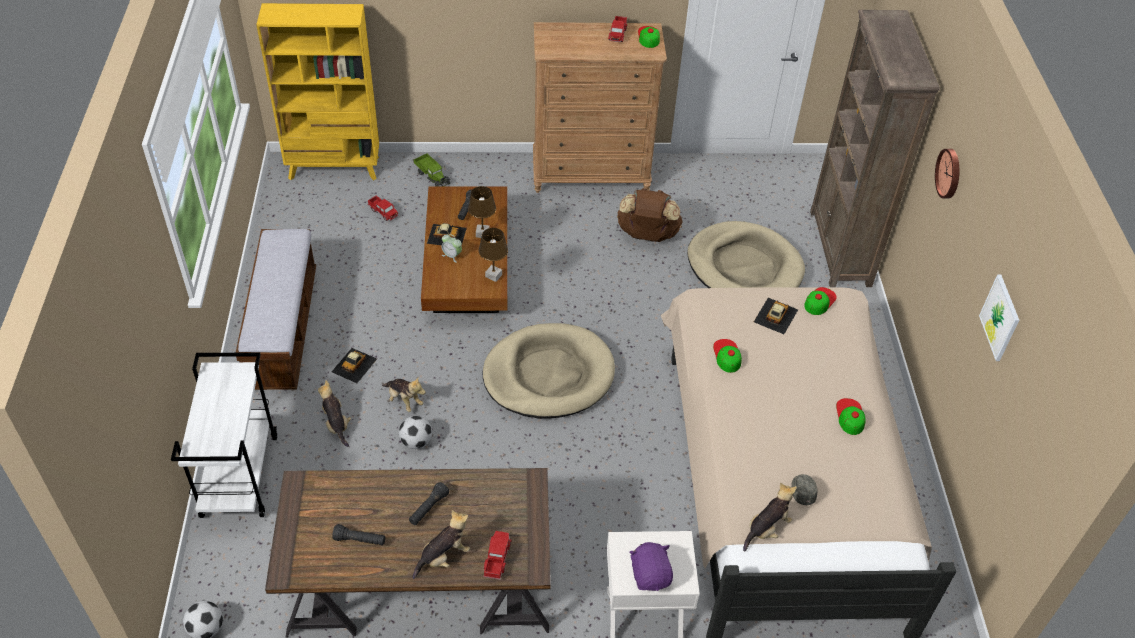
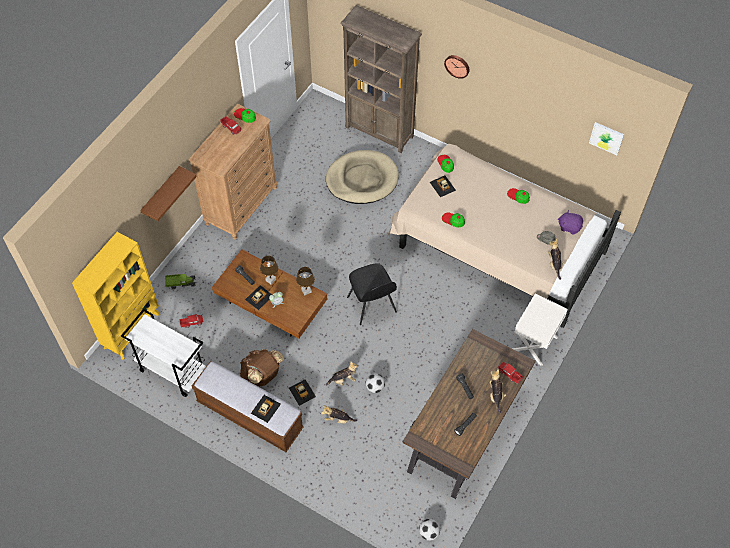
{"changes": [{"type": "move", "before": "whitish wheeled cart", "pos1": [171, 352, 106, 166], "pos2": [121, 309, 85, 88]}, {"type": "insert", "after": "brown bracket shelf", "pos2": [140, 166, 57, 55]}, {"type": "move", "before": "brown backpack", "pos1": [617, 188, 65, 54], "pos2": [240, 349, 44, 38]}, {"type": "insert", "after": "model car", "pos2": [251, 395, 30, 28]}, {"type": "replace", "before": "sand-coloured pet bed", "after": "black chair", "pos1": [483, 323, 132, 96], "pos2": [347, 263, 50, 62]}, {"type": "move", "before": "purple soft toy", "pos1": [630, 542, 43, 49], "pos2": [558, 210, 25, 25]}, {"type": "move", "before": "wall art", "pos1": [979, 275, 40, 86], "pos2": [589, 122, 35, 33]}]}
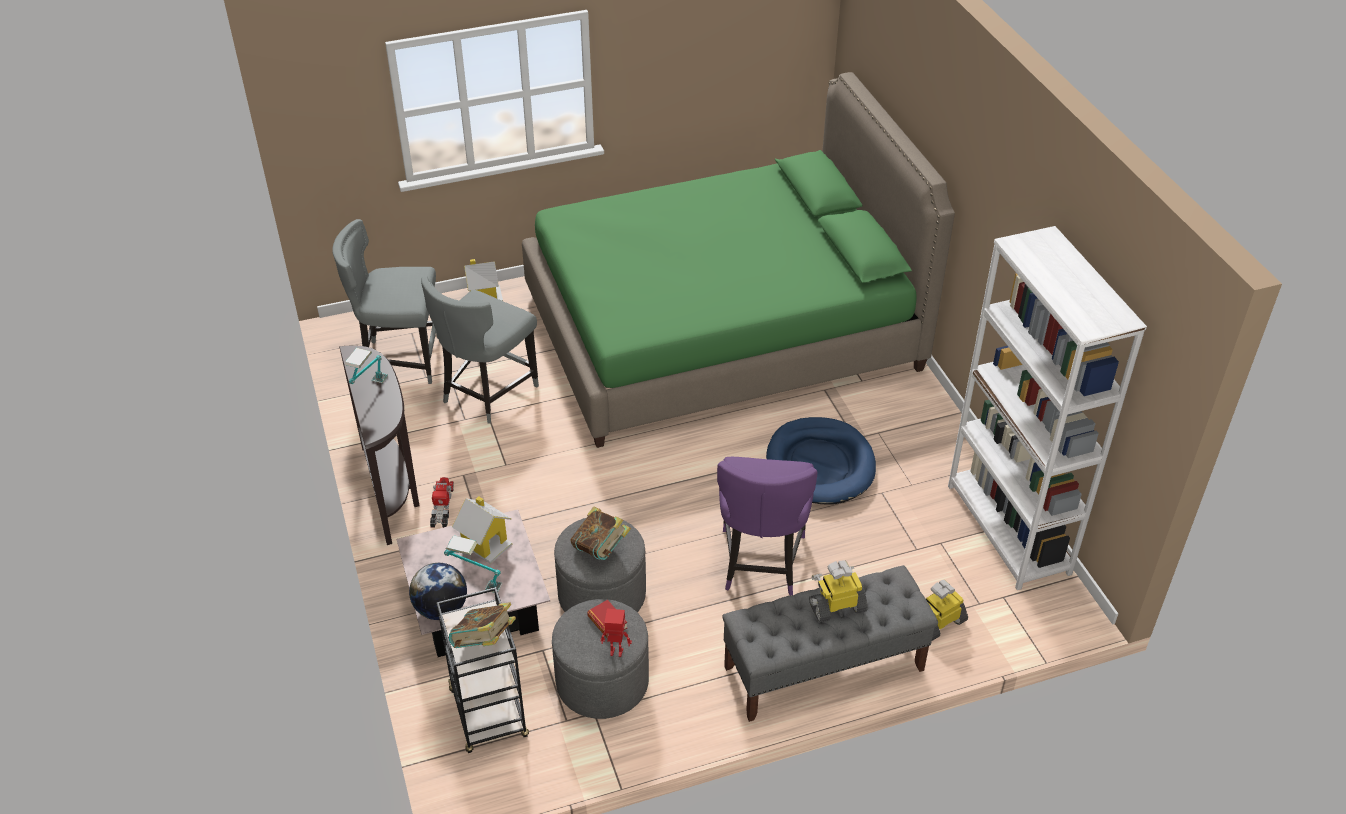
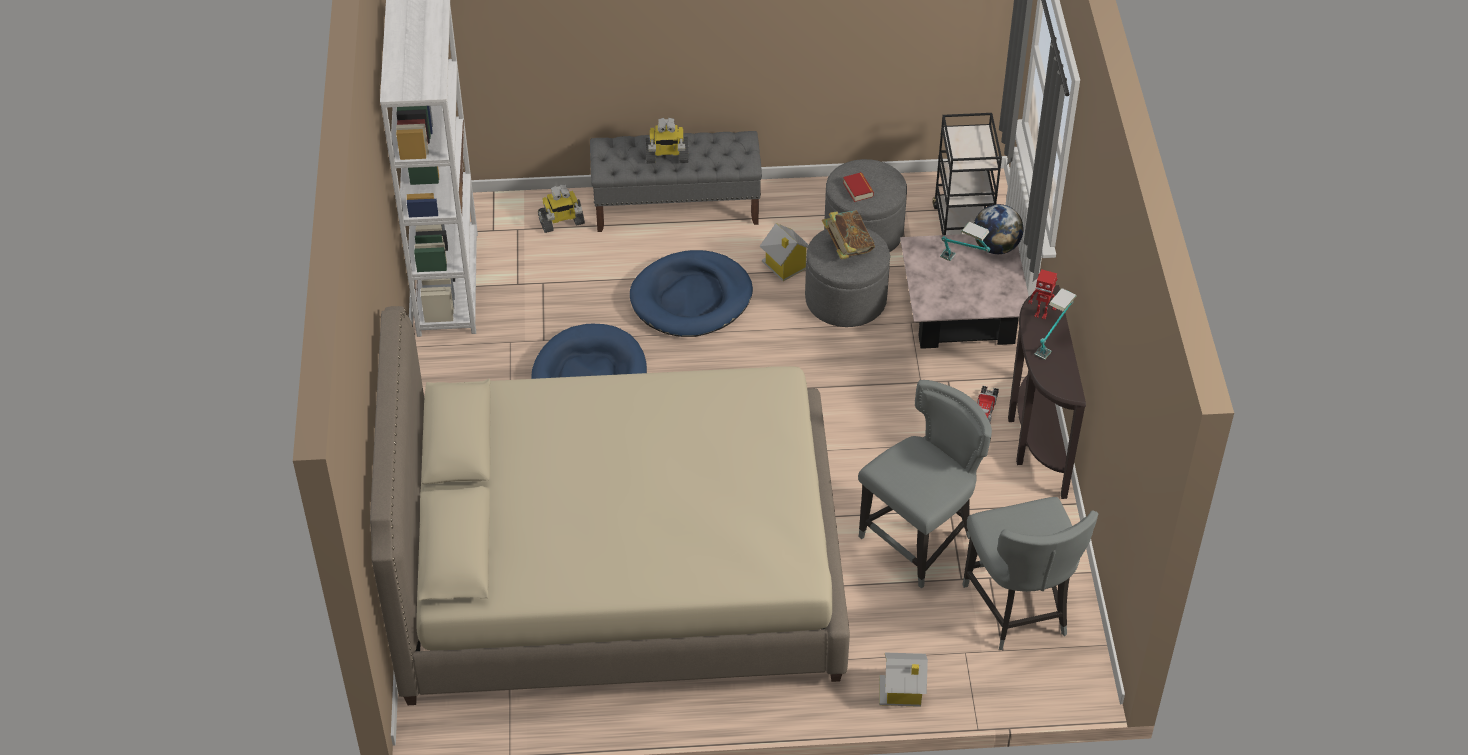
{"changes": [{"type": "recolor", "before": "greenish bed", "after": "sand-coloured bed", "pos1": [522, 72, 433, 376], "pos2": [370, 306, 480, 399]}, {"type": "replace", "before": "purple chair", "after": "blue-coloured pet bed", "pos1": [717, 457, 100, 139], "pos2": [630, 250, 123, 87]}, {"type": "move", "before": "toy house", "pos1": [452, 496, 60, 68], "pos2": [760, 223, 49, 58]}, {"type": "rotate", "before": "gray chair", "pos1": [332, 219, 106, 165], "pos2": [962, 497, 136, 153], "turn": 60}, {"type": "move", "before": "robot figure", "pos1": [601, 609, 31, 48], "pos2": [1028, 269, 29, 51]}, {"type": "delete", "before": "book", "pos1": [449, 602, 67, 46]}]}
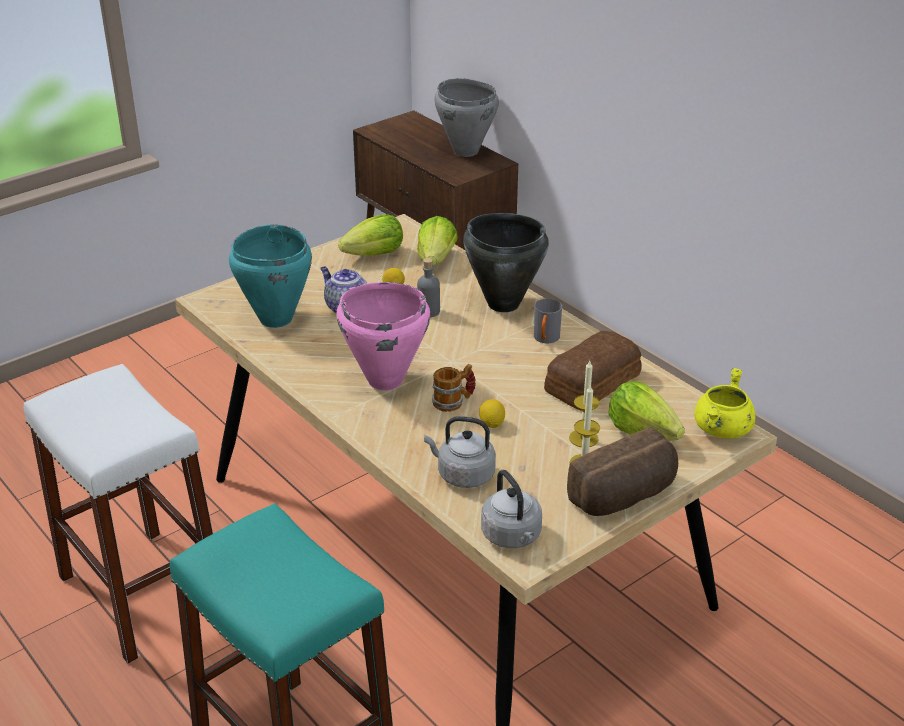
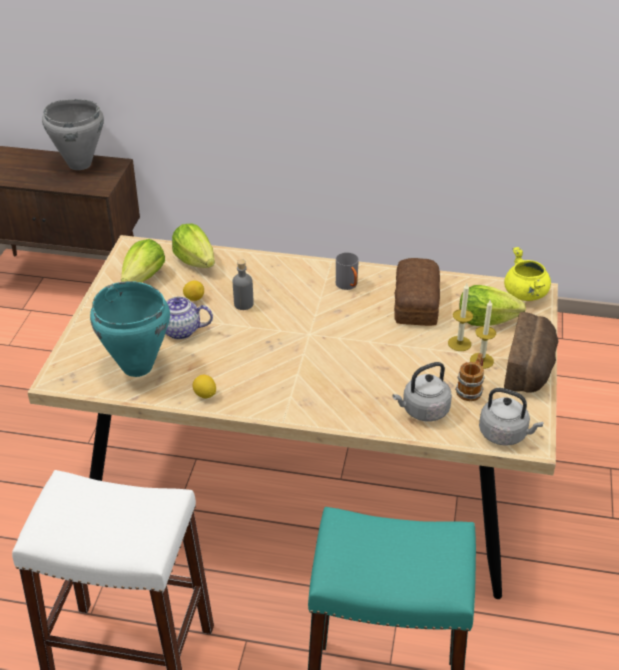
{"changes": [{"type": "move", "before": "lemon", "pos1": [479, 399, 26, 29], "pos2": [193, 375, 23, 23]}, {"type": "move", "before": "mug", "pos1": [432, 364, 44, 48], "pos2": [455, 353, 30, 48]}, {"type": "delete", "before": "pink stockpot", "pos1": [336, 282, 95, 108]}, {"type": "delete", "before": "black stockpot", "pos1": [463, 213, 86, 99]}]}
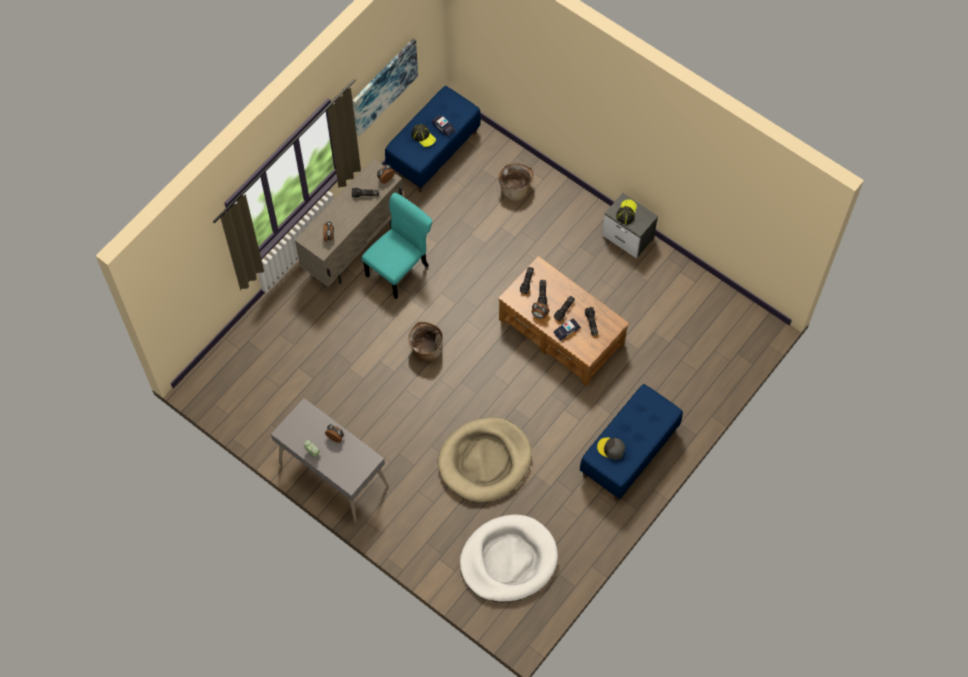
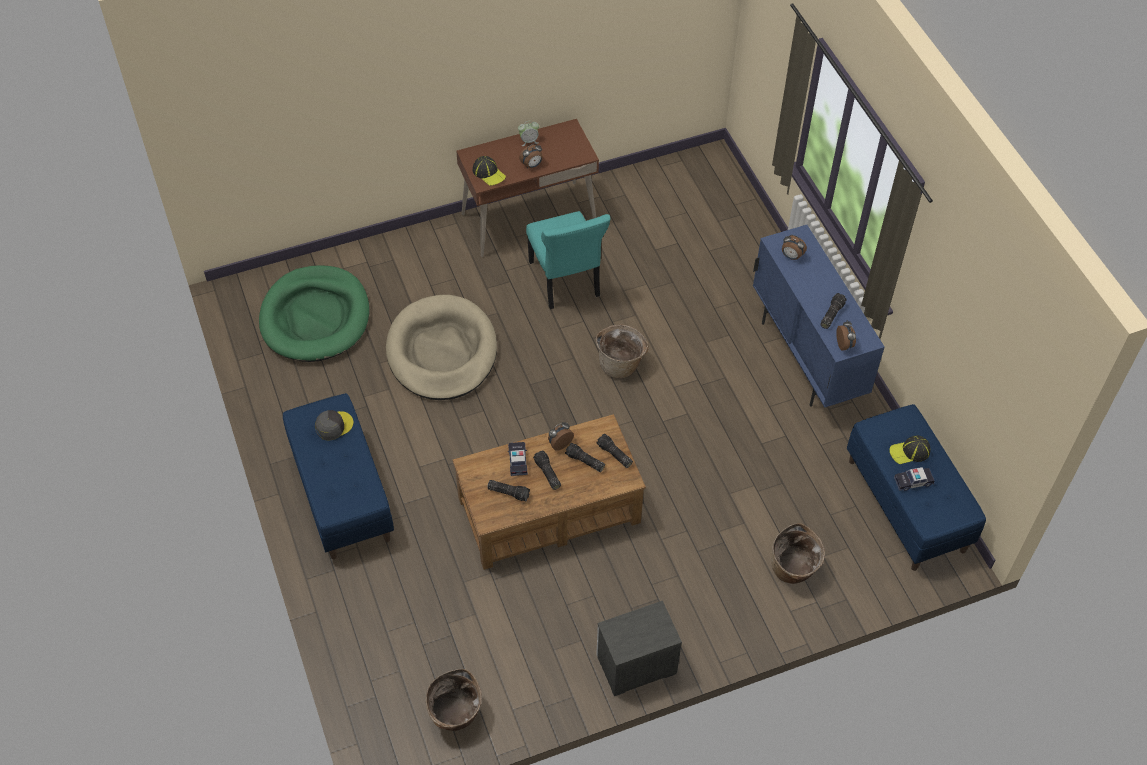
{"changes": [{"type": "recolor", "before": "whitish pet bed", "after": "greenish pet bed", "pos1": [460, 515, 98, 87], "pos2": [259, 265, 110, 97]}, {"type": "insert", "after": "storage basket", "pos2": [426, 669, 56, 62]}, {"type": "recolor", "before": "gray desk table", "after": "brown desk table", "pos1": [271, 398, 117, 125], "pos2": [456, 119, 143, 138]}, {"type": "move", "before": "peaked cap", "pos1": [616, 199, 21, 25], "pos2": [473, 156, 33, 30]}, {"type": "move", "before": "blue-green chair", "pos1": [362, 193, 70, 106], "pos2": [526, 211, 84, 98]}, {"type": "recolor", "before": "sand-coloured cupboard", "after": "blue-coloured cupboard", "pos1": [295, 158, 108, 128], "pos2": [753, 225, 132, 183]}, {"type": "delete", "before": "wall art", "pos1": [352, 39, 66, 98]}]}
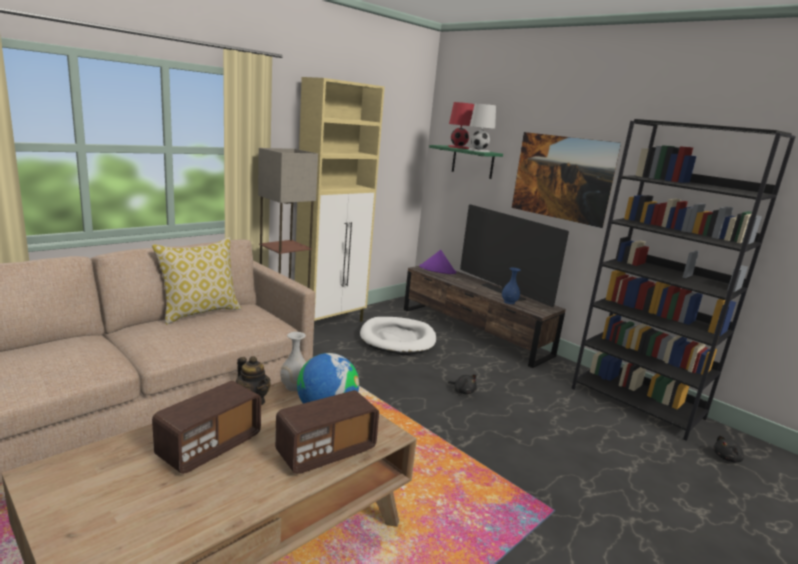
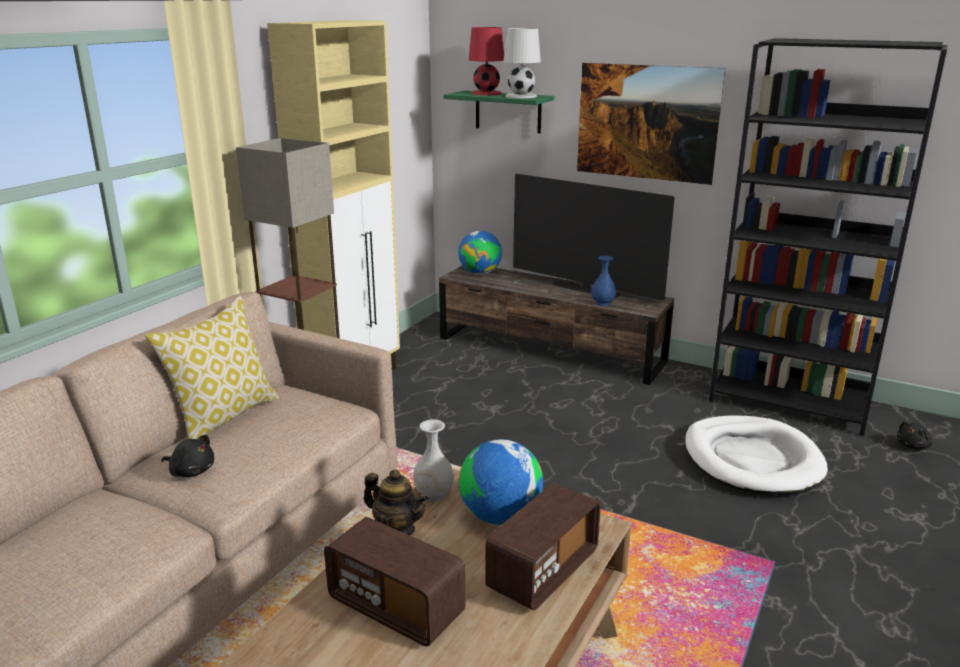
{"changes": [{"type": "move", "before": "black soft toy", "pos1": [448, 374, 29, 20], "pos2": [162, 435, 52, 42]}, {"type": "rotate", "before": "radio receiver", "pos1": [152, 381, 109, 93], "pos2": [324, 517, 141, 130], "turn": 105}, {"type": "replace", "before": "purple wearable hat", "after": "world globe", "pos1": [419, 250, 37, 24], "pos2": [458, 231, 44, 44]}, {"type": "move", "before": "whitish pet bed", "pos1": [360, 317, 76, 38], "pos2": [685, 415, 143, 80]}]}
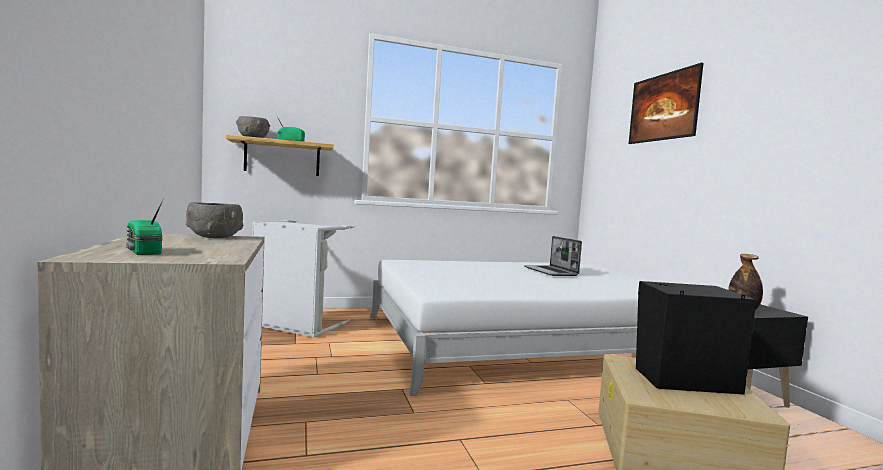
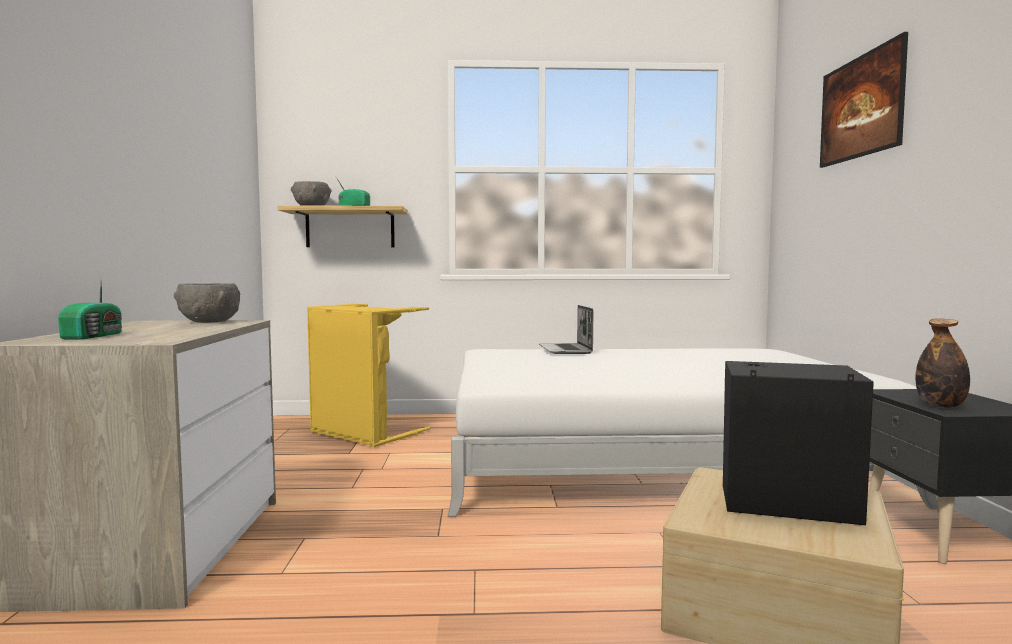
{"changes": [{"type": "rotate", "before": "radio receiver", "pos1": [126, 198, 38, 57], "pos2": [58, 276, 64, 64], "turn": -150}, {"type": "recolor", "before": "gray hamper", "after": "yellow hamper", "pos1": [252, 220, 102, 118], "pos2": [307, 304, 124, 143]}, {"type": "move", "before": "portable computer", "pos1": [524, 236, 58, 40], "pos2": [539, 305, 54, 49]}]}
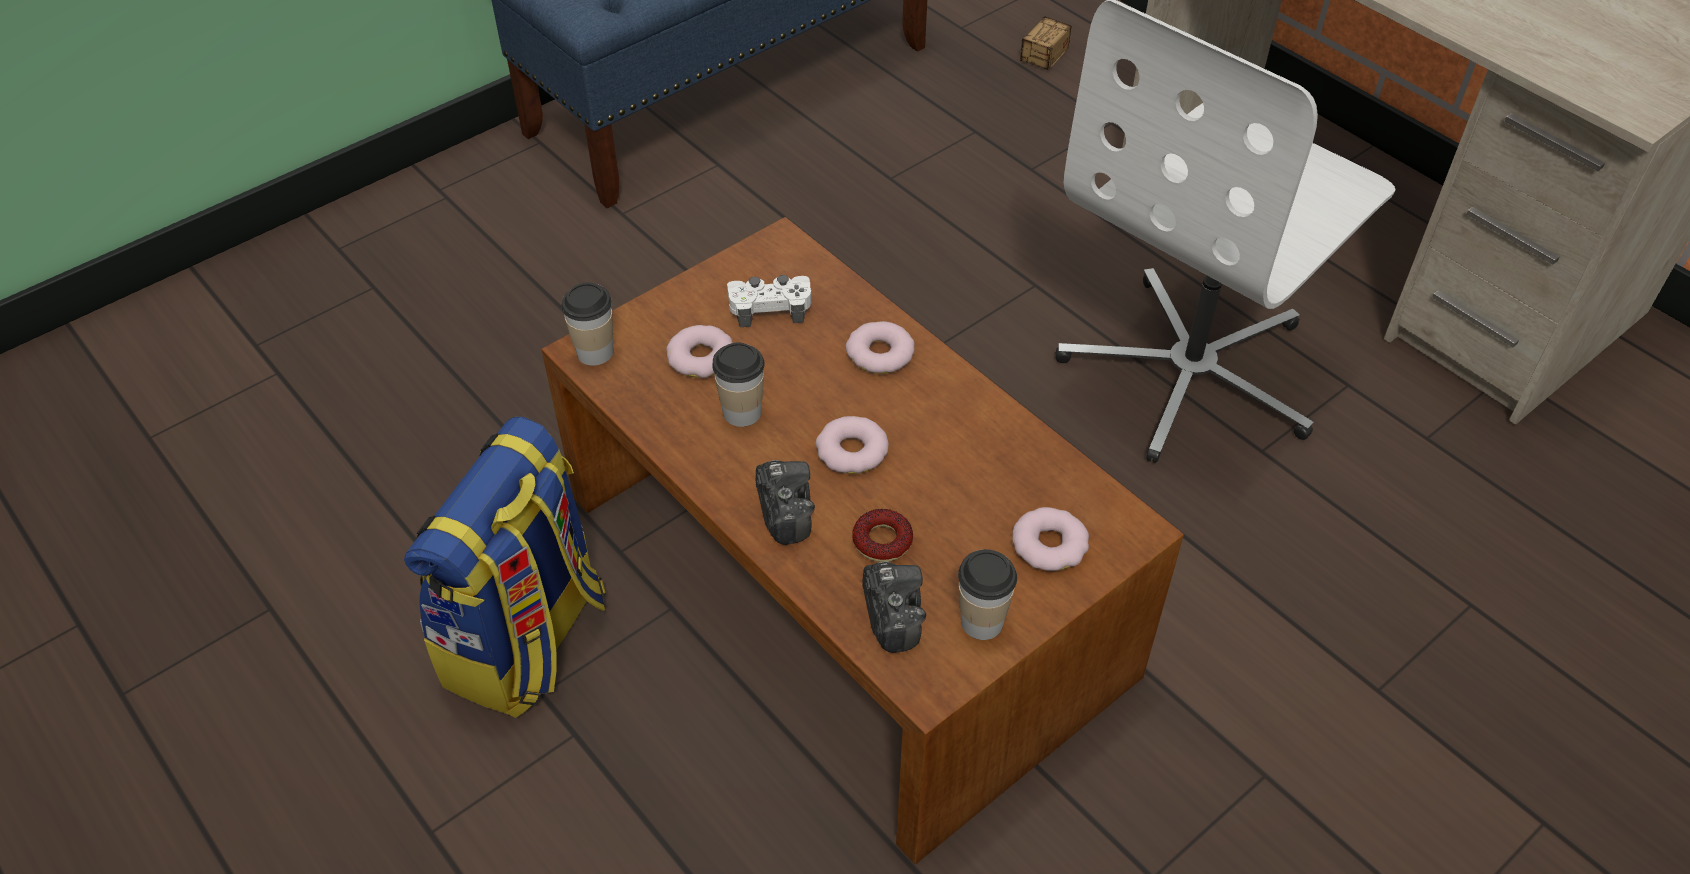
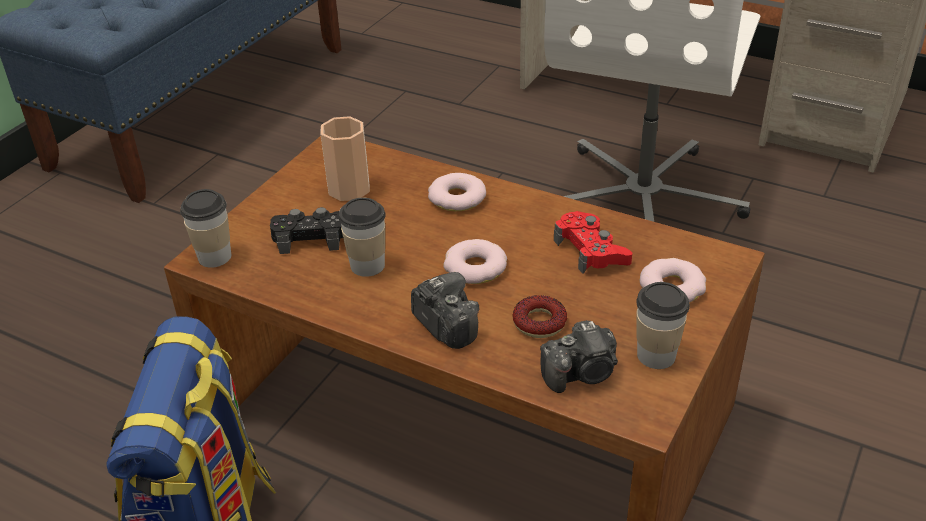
{"changes": [{"type": "replace", "before": "doughnut", "after": "black game controller", "pos1": [666, 325, 66, 53], "pos2": [270, 207, 73, 47]}, {"type": "replace", "before": "whitish game controller", "after": "cup", "pos1": [727, 275, 84, 52], "pos2": [320, 116, 50, 85]}, {"type": "rotate", "before": "photo camera", "pos1": [862, 561, 64, 92], "pos2": [540, 320, 78, 73], "turn": 105}, {"type": "insert", "after": "reddish game controller", "pos2": [554, 211, 78, 63]}, {"type": "delete", "before": "storage bin", "pos1": [1020, 16, 52, 54]}]}
